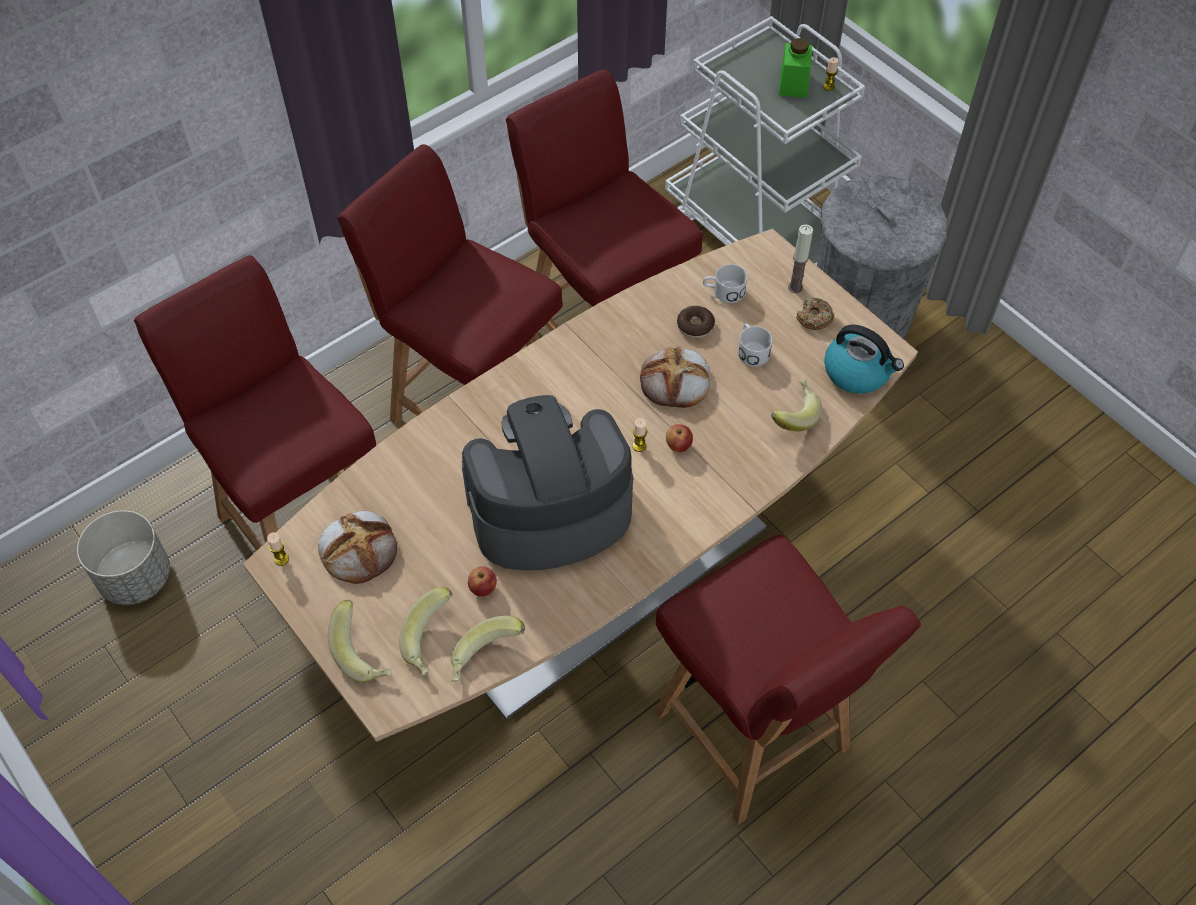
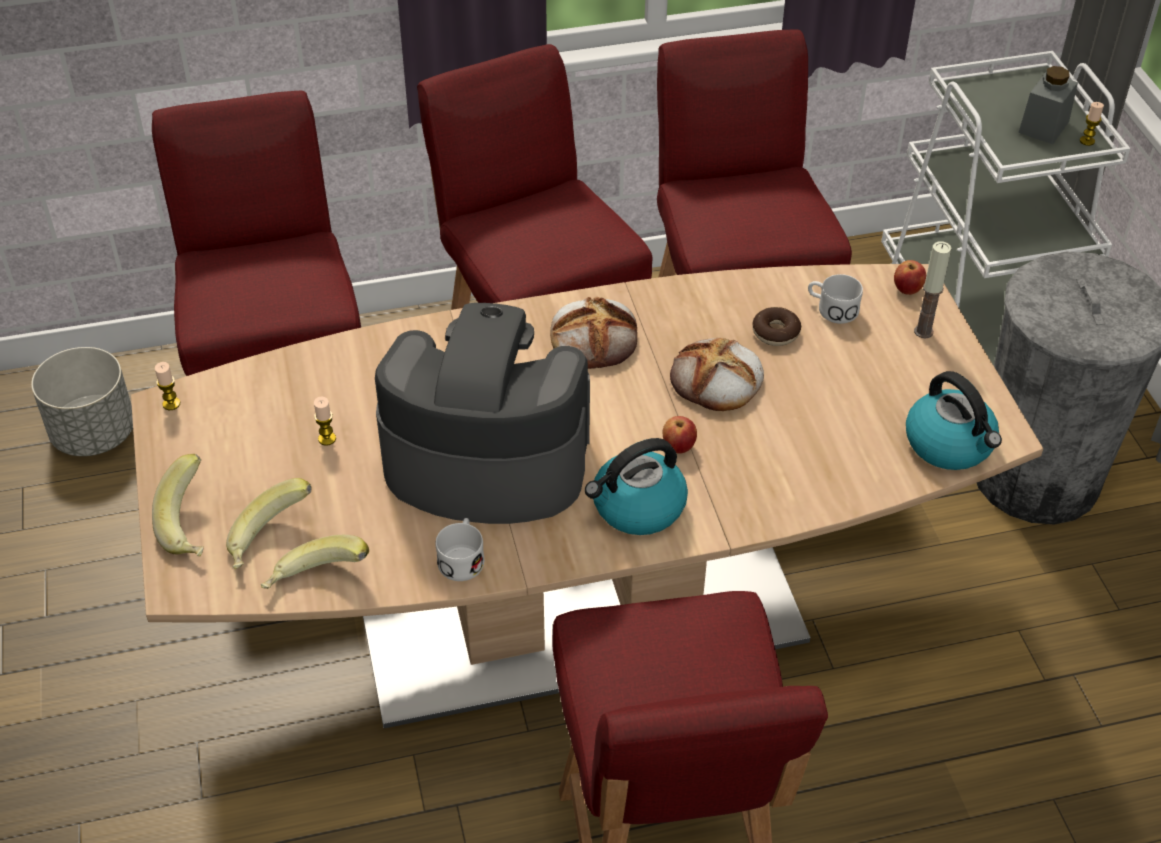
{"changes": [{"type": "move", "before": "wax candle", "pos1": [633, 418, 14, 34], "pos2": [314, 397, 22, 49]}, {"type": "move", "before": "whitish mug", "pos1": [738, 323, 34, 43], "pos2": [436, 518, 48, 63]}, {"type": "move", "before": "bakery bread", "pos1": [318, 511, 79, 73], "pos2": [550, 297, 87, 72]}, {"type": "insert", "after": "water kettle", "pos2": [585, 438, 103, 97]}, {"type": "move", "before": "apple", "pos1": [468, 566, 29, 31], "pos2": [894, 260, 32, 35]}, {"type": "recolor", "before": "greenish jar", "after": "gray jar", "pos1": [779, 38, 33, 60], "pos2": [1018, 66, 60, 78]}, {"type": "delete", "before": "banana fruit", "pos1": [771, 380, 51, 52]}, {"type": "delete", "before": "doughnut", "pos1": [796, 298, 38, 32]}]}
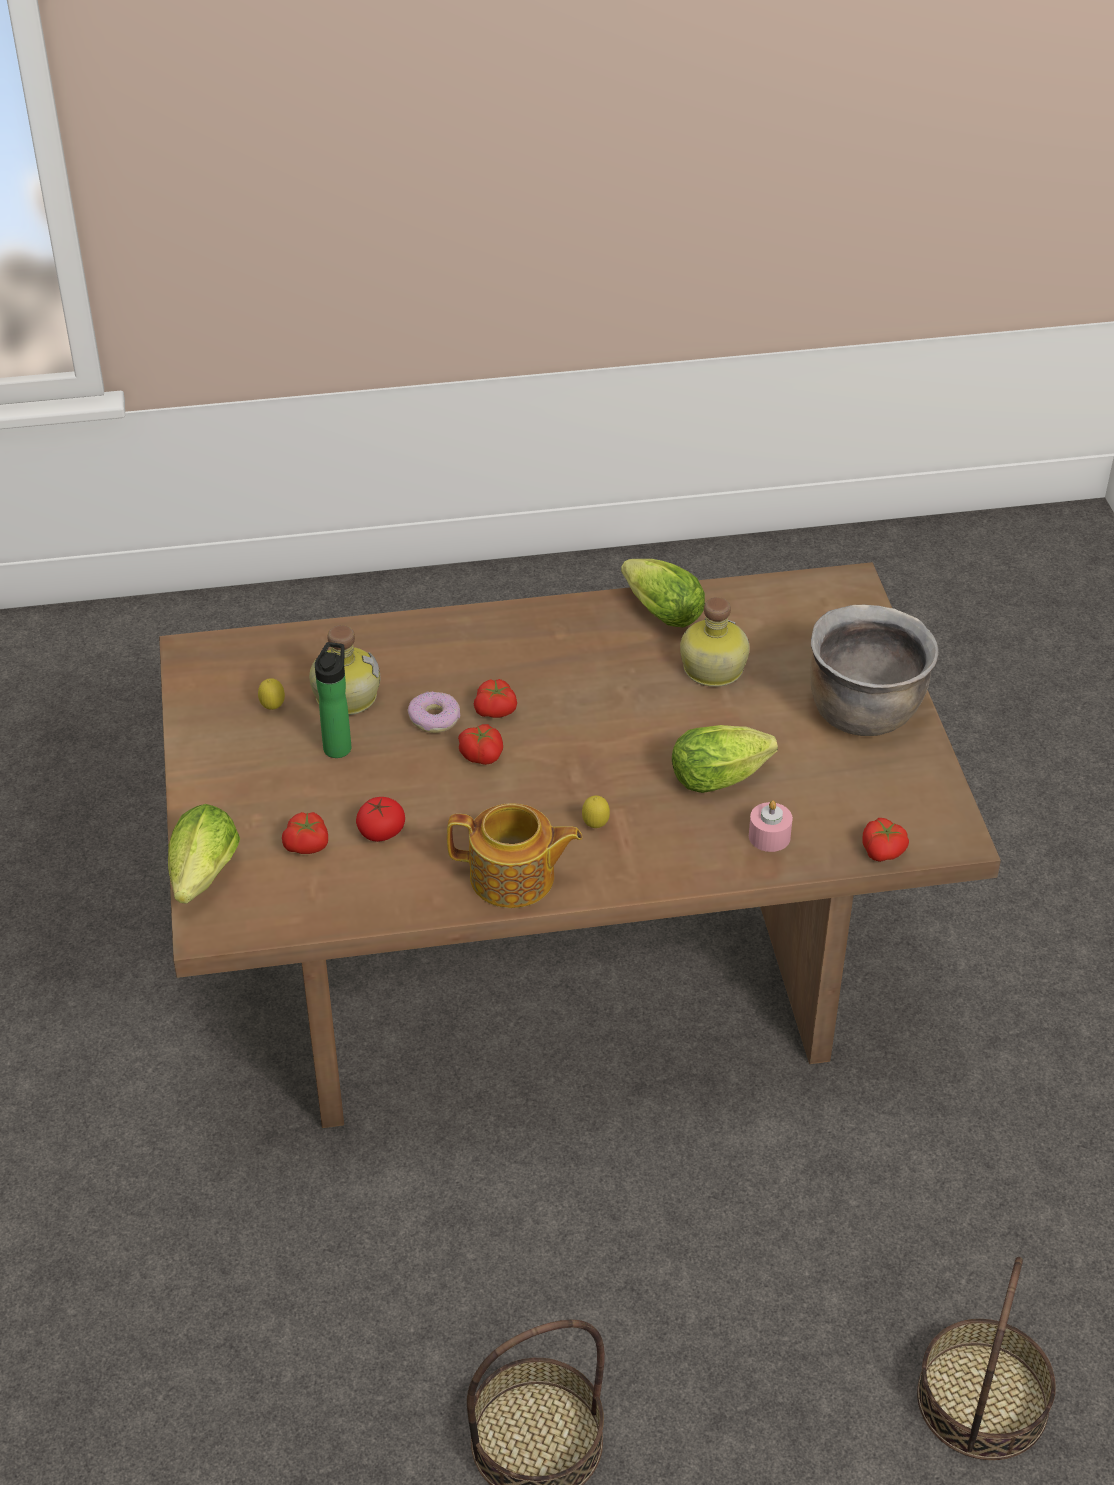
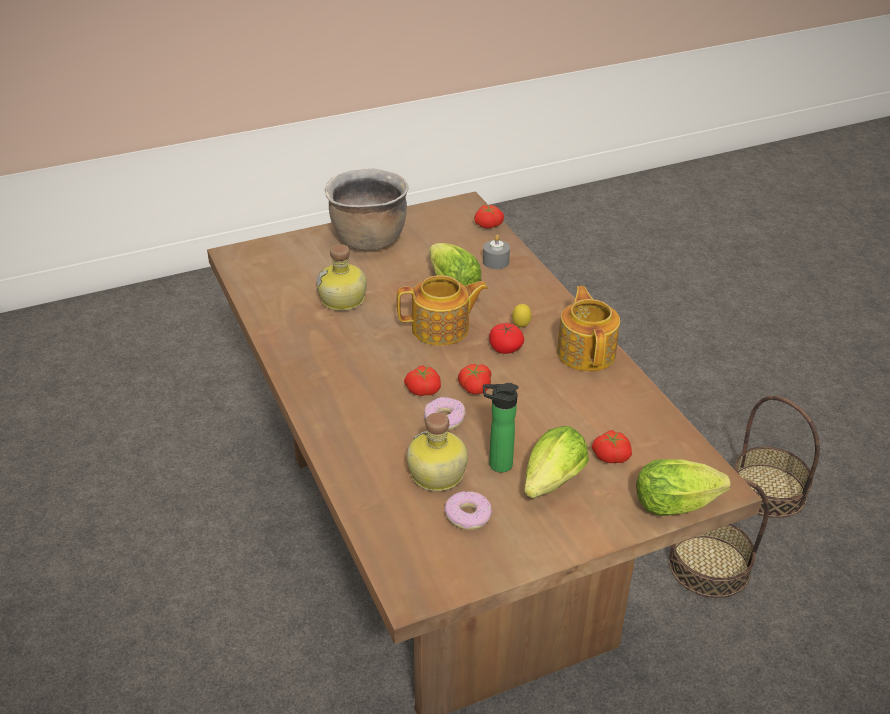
{"changes": [{"type": "insert", "after": "tea pot", "pos2": [397, 275, 91, 71]}, {"type": "replace", "before": "lemon", "after": "doughnut", "pos1": [258, 678, 27, 32], "pos2": [444, 492, 48, 38]}, {"type": "recolor", "before": "pink wax candle", "after": "gray wax candle", "pos1": [749, 800, 44, 52], "pos2": [483, 235, 27, 34]}, {"type": "move", "before": "tomato", "pos1": [356, 797, 49, 45], "pos2": [489, 323, 35, 31]}, {"type": "move", "before": "lettuce", "pos1": [621, 559, 84, 69], "pos2": [524, 426, 65, 72]}, {"type": "move", "before": "storage basket", "pos1": [917, 1257, 139, 203], "pos2": [669, 478, 100, 120]}]}
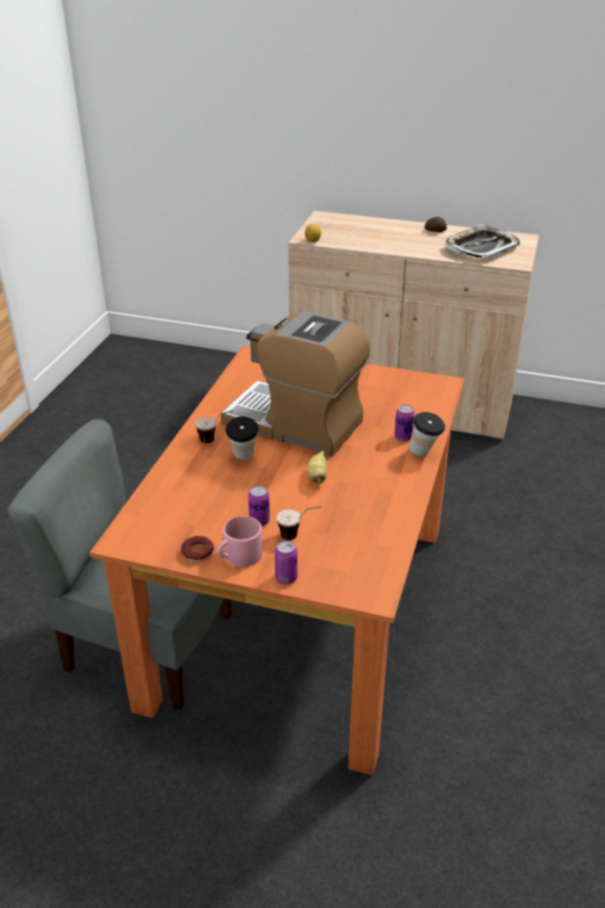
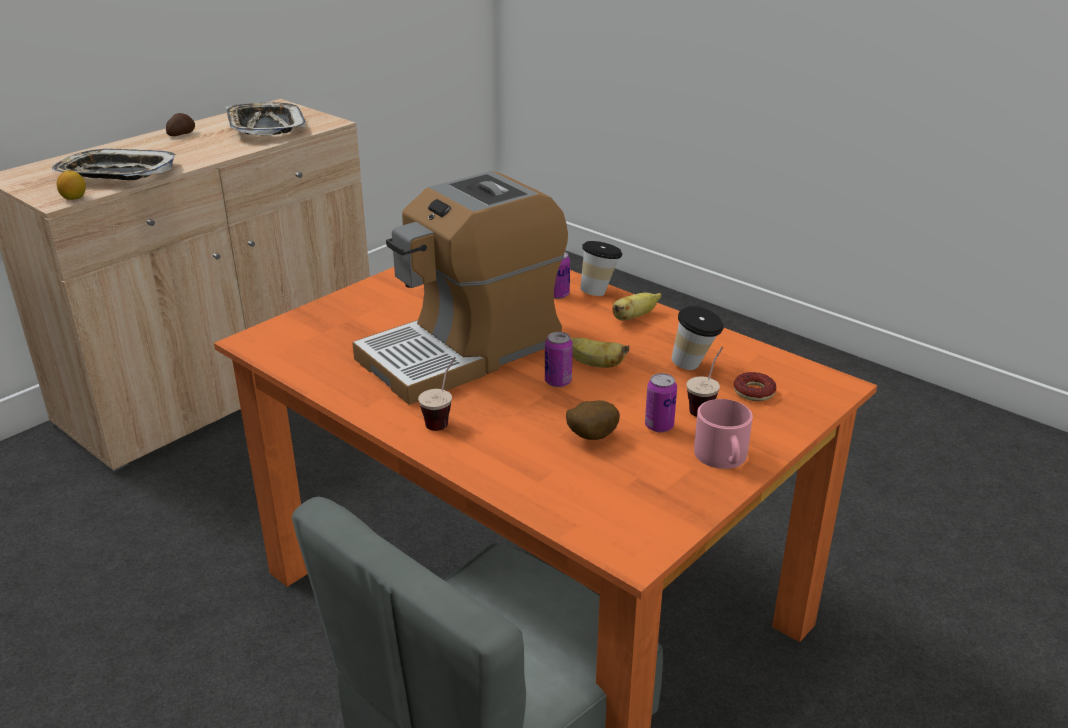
{"changes": [{"type": "insert", "after": "tray", "pos2": [52, 149, 124, 31]}, {"type": "move", "before": "can", "pos1": [275, 541, 22, 43], "pos2": [545, 332, 28, 55]}, {"type": "insert", "after": "spud", "pos2": [566, 400, 54, 40]}, {"type": "insert", "after": "banana fruit", "pos2": [612, 293, 50, 27]}, {"type": "move", "before": "cup", "pos1": [226, 416, 33, 44], "pos2": [672, 306, 52, 64]}, {"type": "move", "before": "doughnut", "pos1": [181, 536, 33, 26], "pos2": [734, 372, 42, 29]}]}
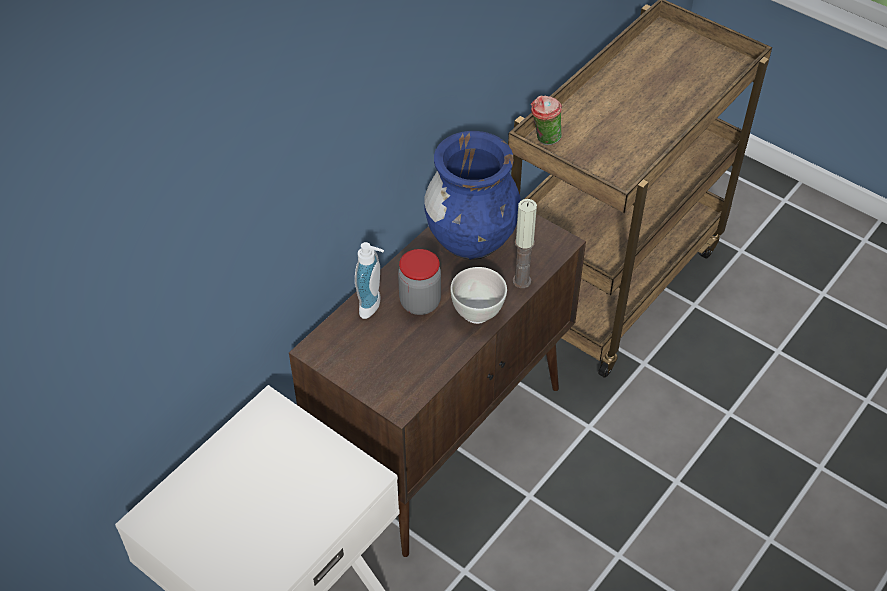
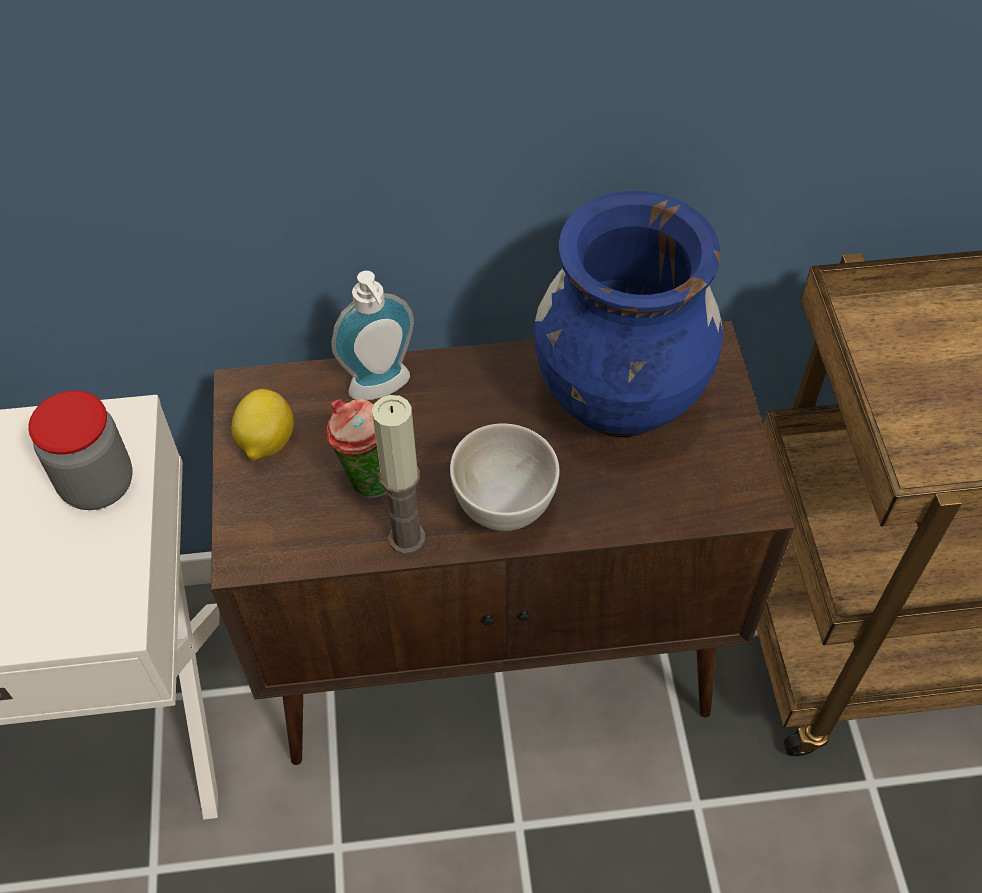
{"changes": [{"type": "move", "before": "jar", "pos1": [398, 249, 43, 66], "pos2": [28, 391, 105, 119]}, {"type": "insert", "after": "lemon", "pos2": [231, 389, 63, 71]}, {"type": "move", "before": "cup", "pos1": [531, 95, 31, 50], "pos2": [326, 399, 61, 99]}, {"type": "move", "before": "wax candle", "pos1": [513, 199, 24, 89], "pos2": [372, 395, 53, 159]}]}
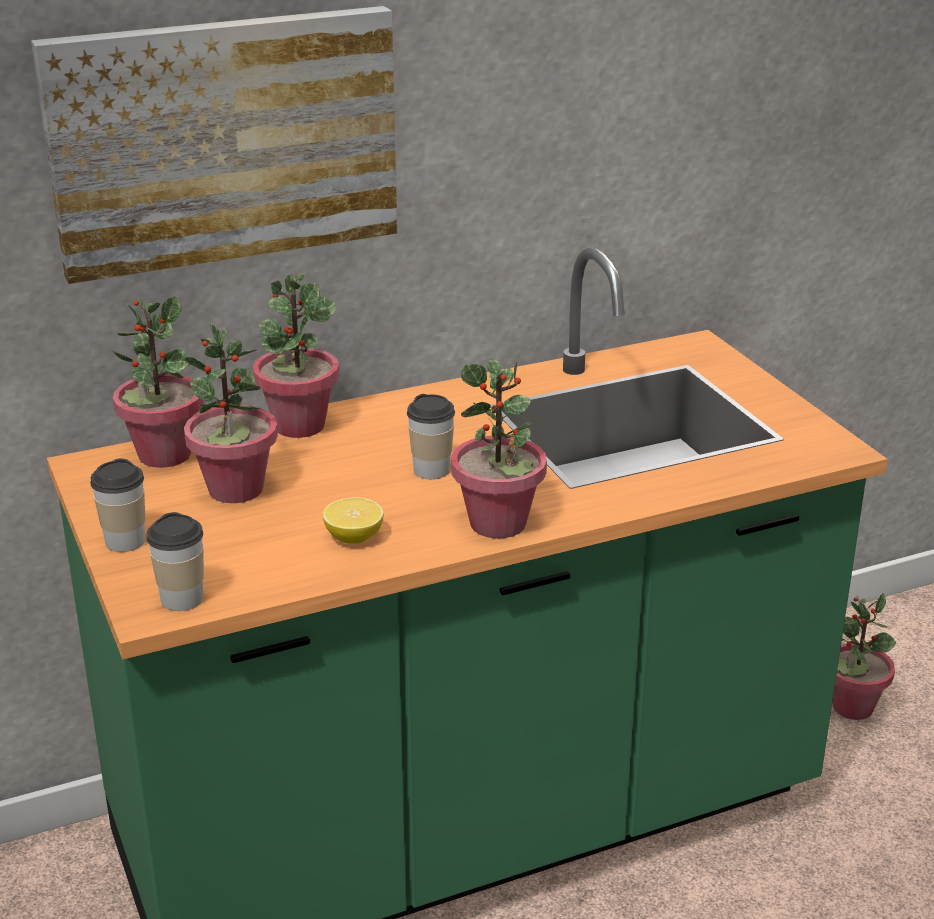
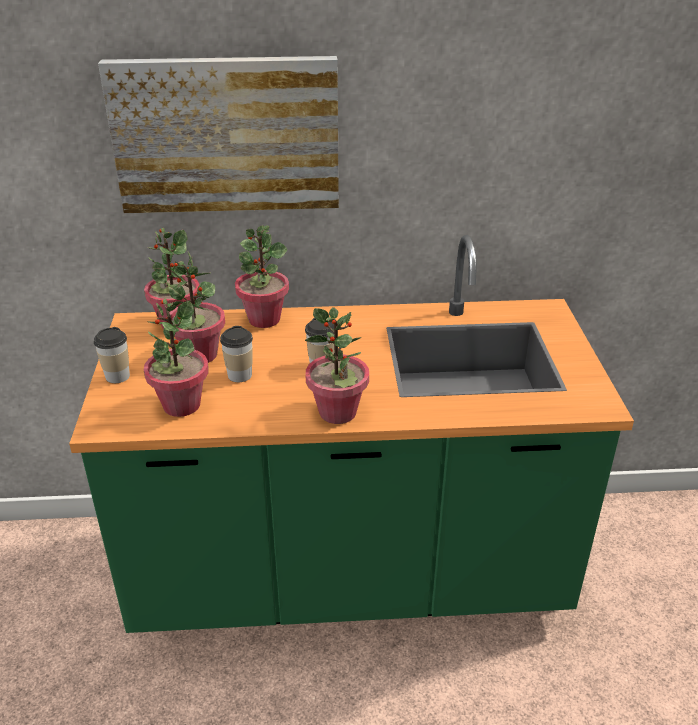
{"changes": [{"type": "move", "before": "houseplant", "pos1": [832, 593, 64, 127], "pos2": [144, 299, 65, 118]}, {"type": "move", "before": "cup", "pos1": [147, 512, 57, 99], "pos2": [220, 326, 33, 56]}, {"type": "delete", "before": "lemon", "pos1": [323, 497, 61, 47]}]}
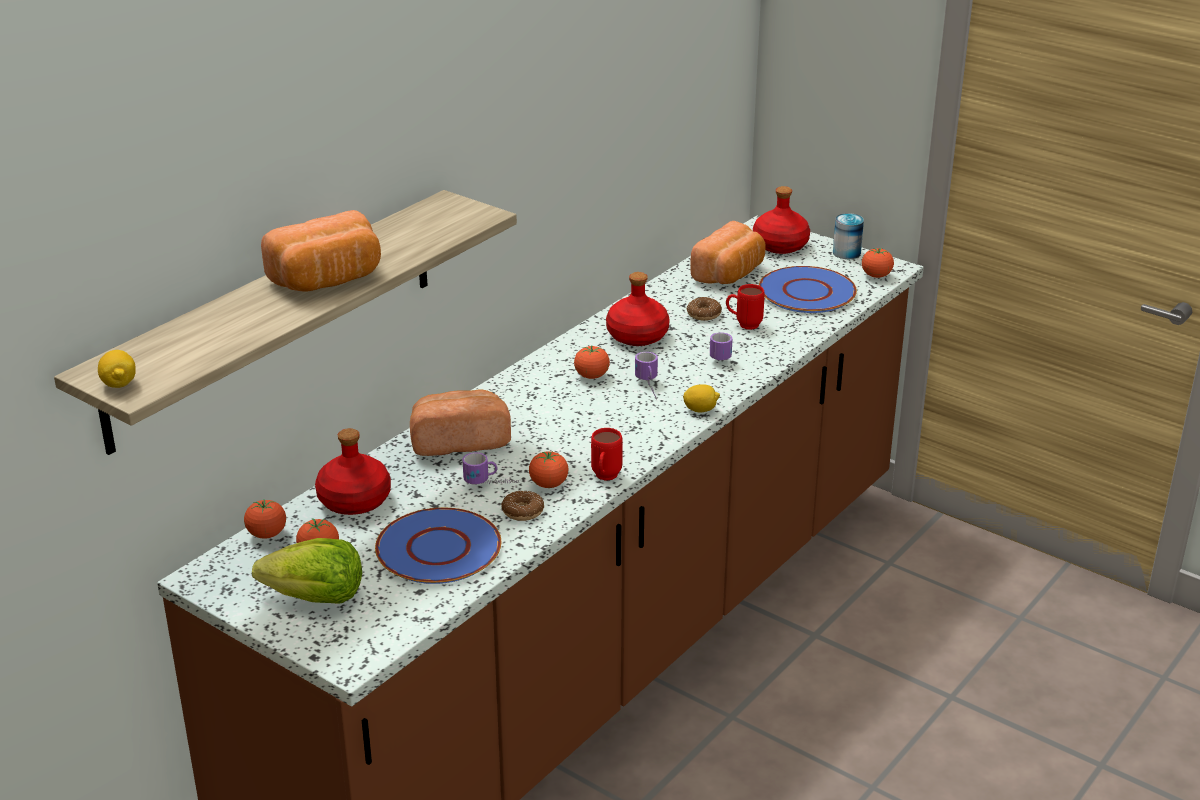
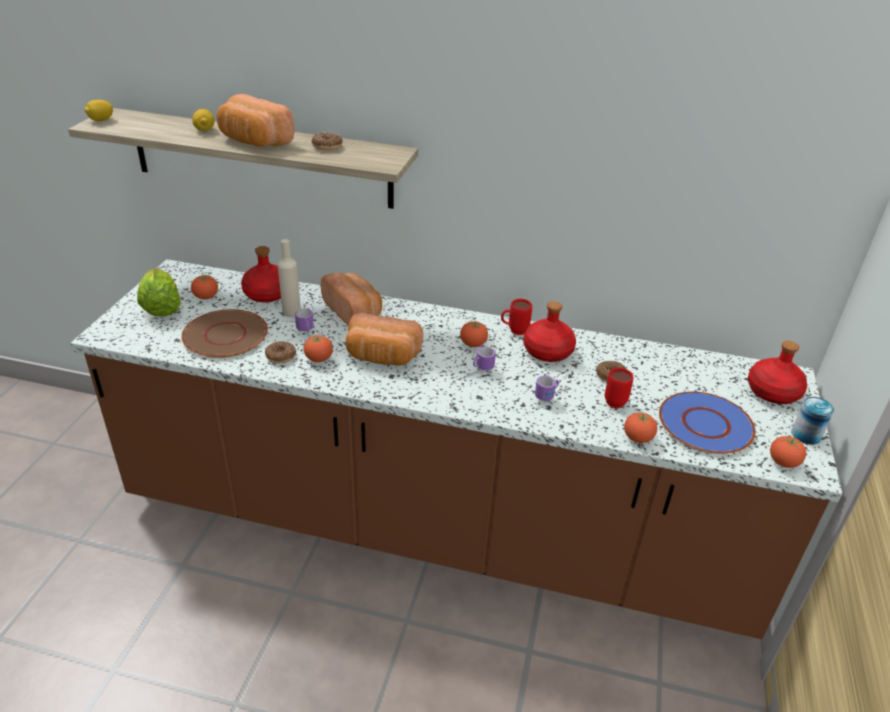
{"changes": [{"type": "recolor", "before": "blue-coloured dinner plate", "after": "brown dinner plate", "pos1": [375, 508, 126, 76], "pos2": [181, 309, 87, 49]}, {"type": "move", "before": "lemon", "pos1": [683, 384, 37, 29], "pos2": [192, 109, 22, 22]}, {"type": "insert", "after": "sand-coloured beverage bottle", "pos2": [278, 239, 23, 78]}, {"type": "insert", "after": "doughnut", "pos2": [312, 133, 31, 18]}, {"type": "move", "before": "bakery bread", "pos1": [690, 221, 75, 63], "pos2": [346, 313, 77, 53]}, {"type": "move", "before": "reddish mug", "pos1": [591, 428, 32, 53], "pos2": [501, 299, 31, 36]}, {"type": "move", "before": "tomato", "pos1": [244, 499, 42, 39], "pos2": [624, 411, 33, 32]}]}
